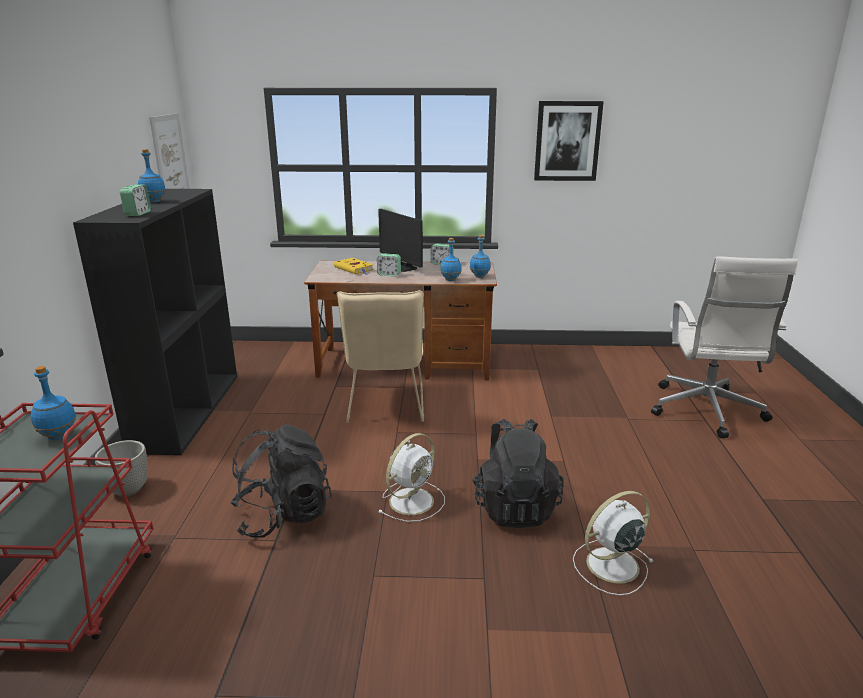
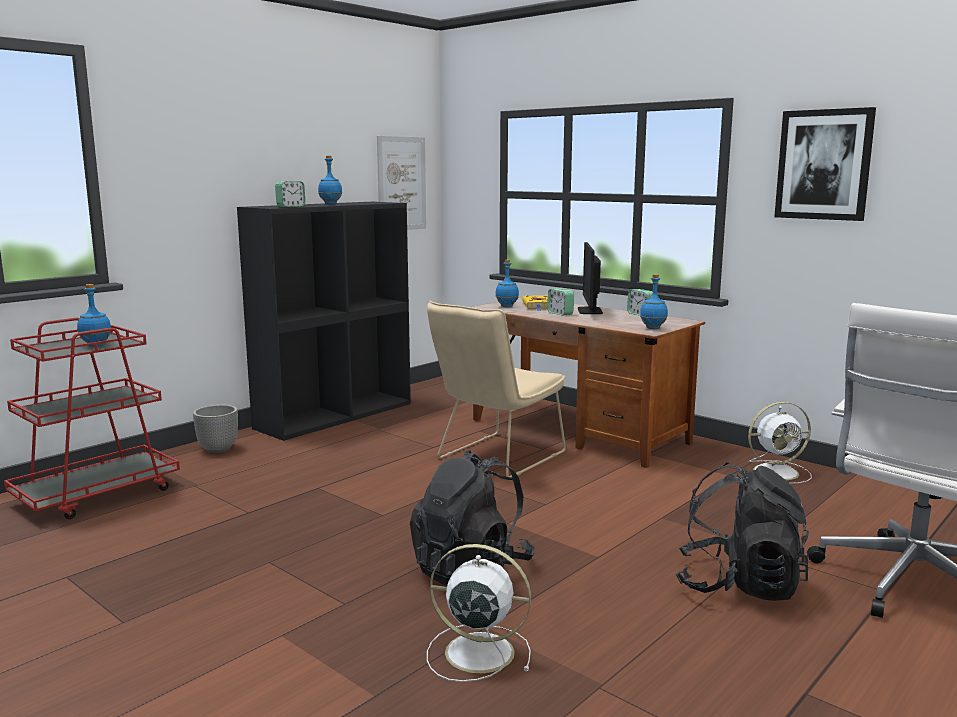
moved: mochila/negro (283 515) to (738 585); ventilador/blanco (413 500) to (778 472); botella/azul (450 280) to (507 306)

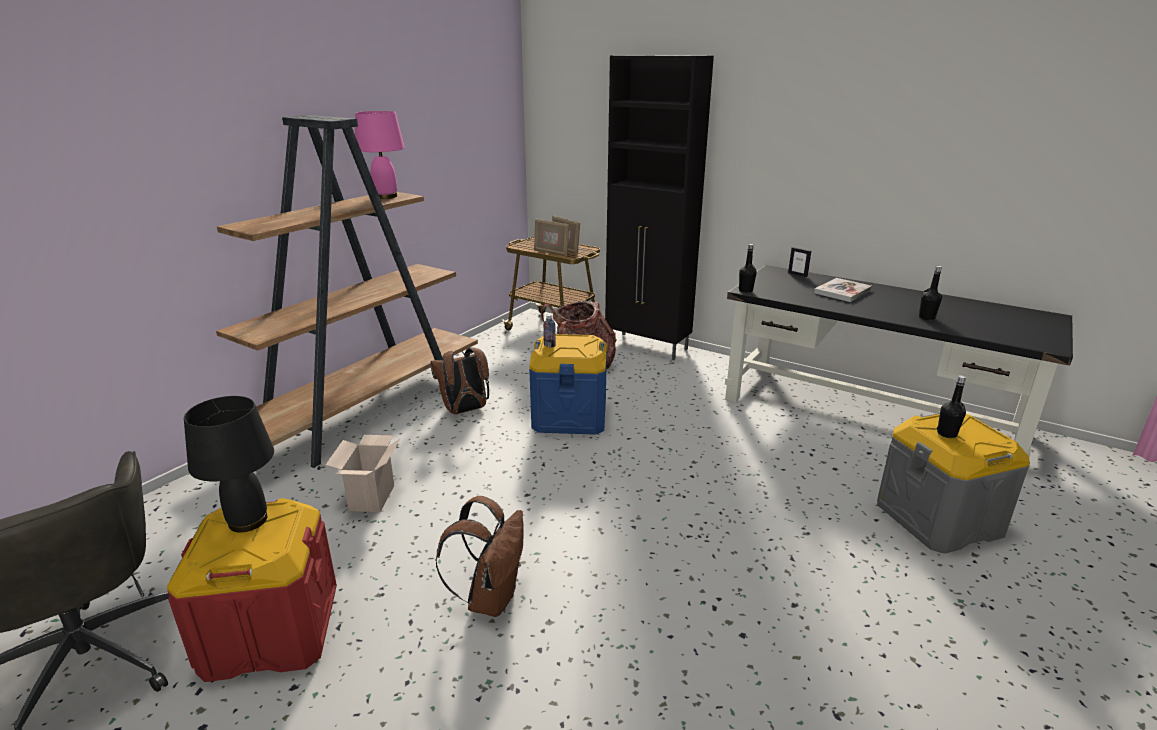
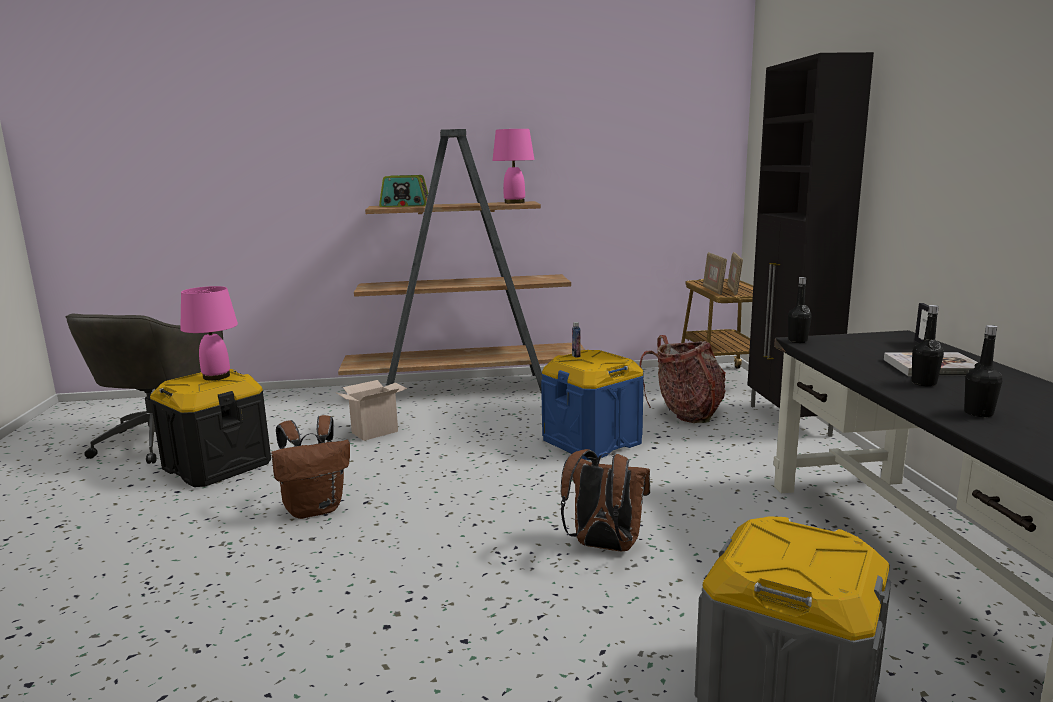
added: radio (405 205)
moved: mochila/marrón (465 410) to (603 546); botella/negro (946 434) to (924 383)
recoloured: caja de almacenaje/rojo (270 631) to caja de almacenaje/negro (217 465); lámpara de mesa/negro (249 520) to lámpara de mesa/rosa (217 376)

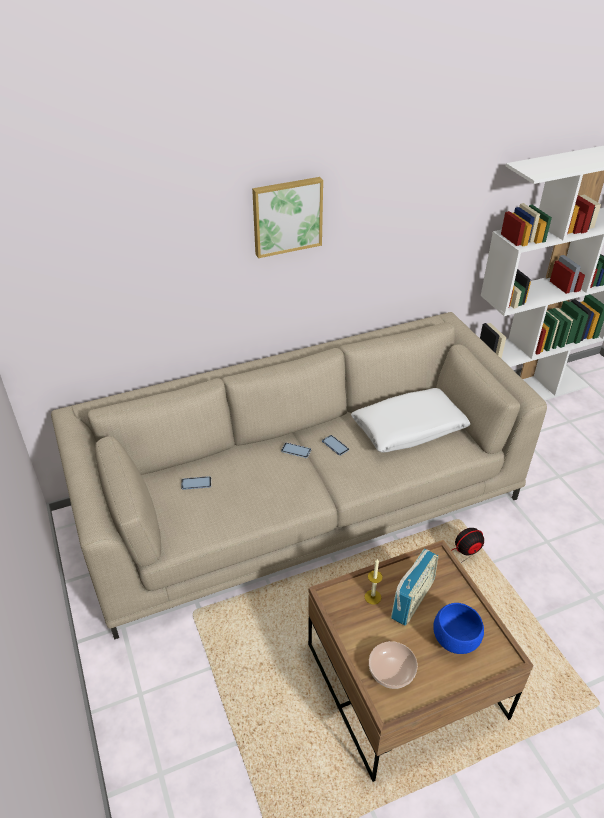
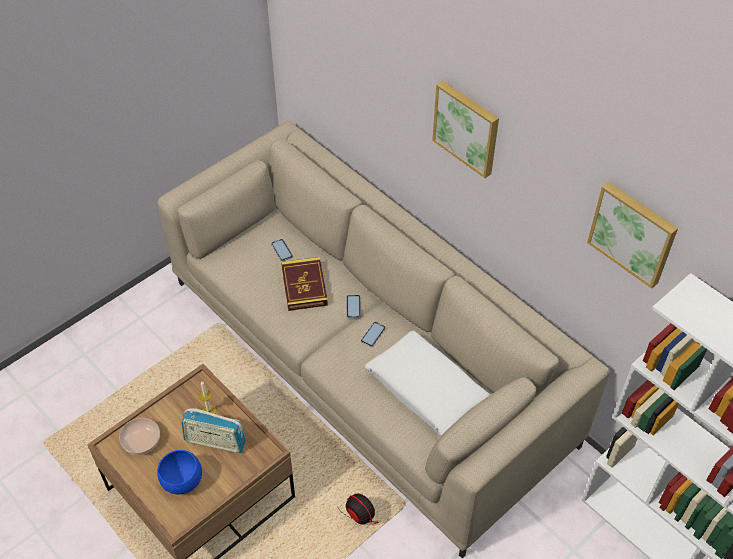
added: libro (304 286); cuadro (633 233)

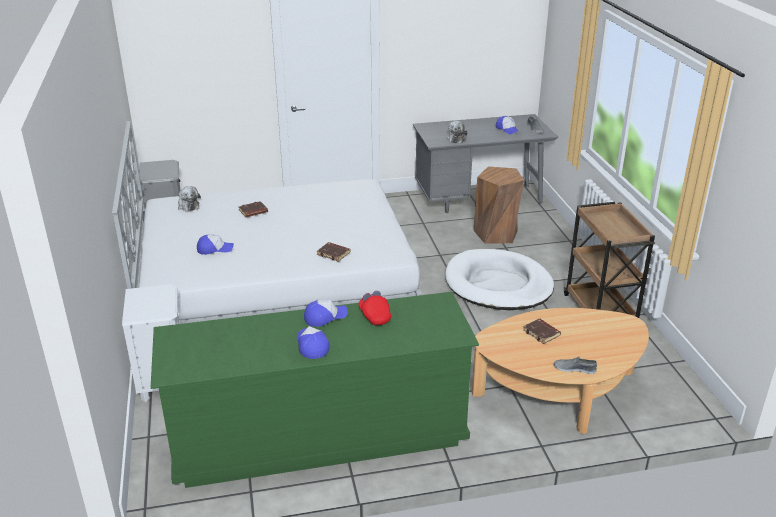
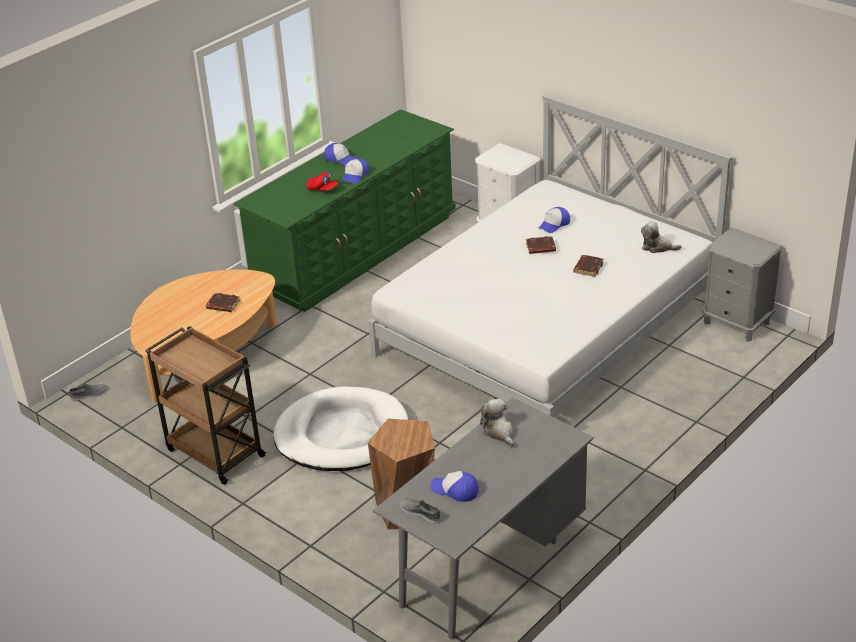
moved: libro/marrón (334 254) to (540 248); zapato/gris (574 368) to (89 394)

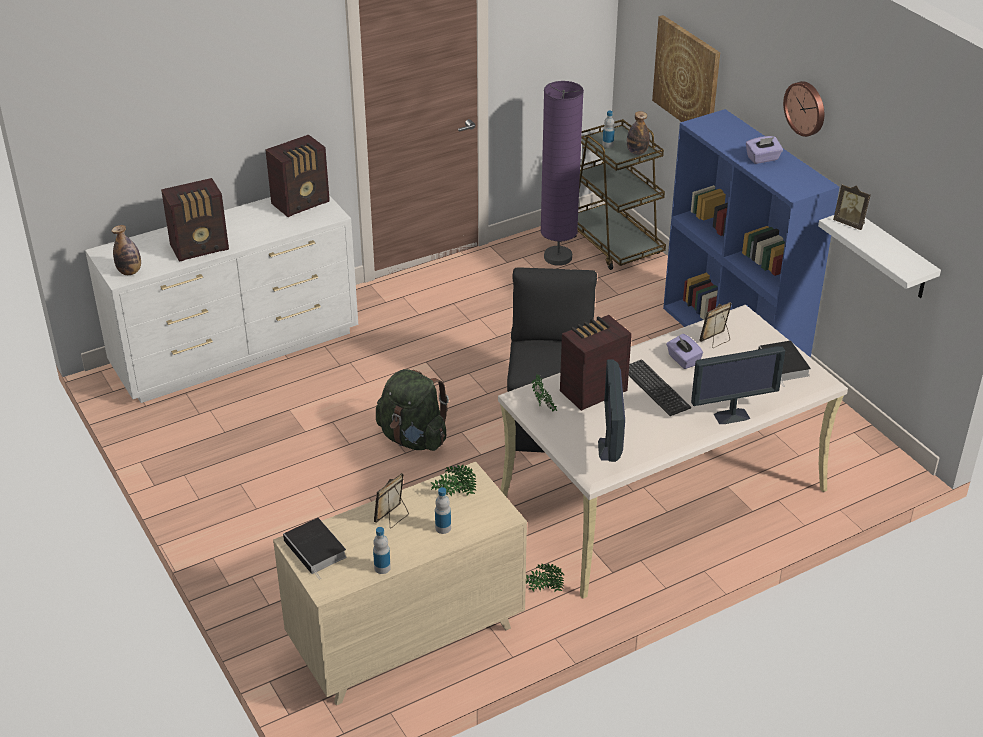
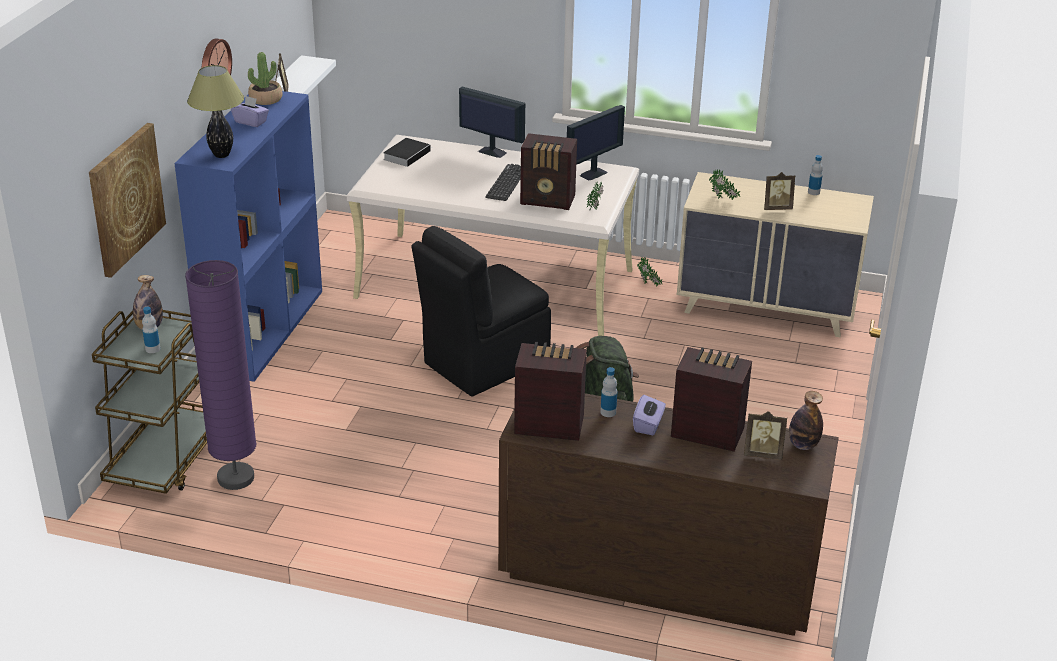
removed: libro (316 550)
added: lámpara de mesa (221 155); planta en maceta (265 99)
moved: botella (443 528) to (608 412); caja de pañuelos/morado (683 360) to (648 425); portarretratos (715 340) to (763 454)
recoloured: cómoda/blanco (237 350) to cómoda/marrón (656 578)

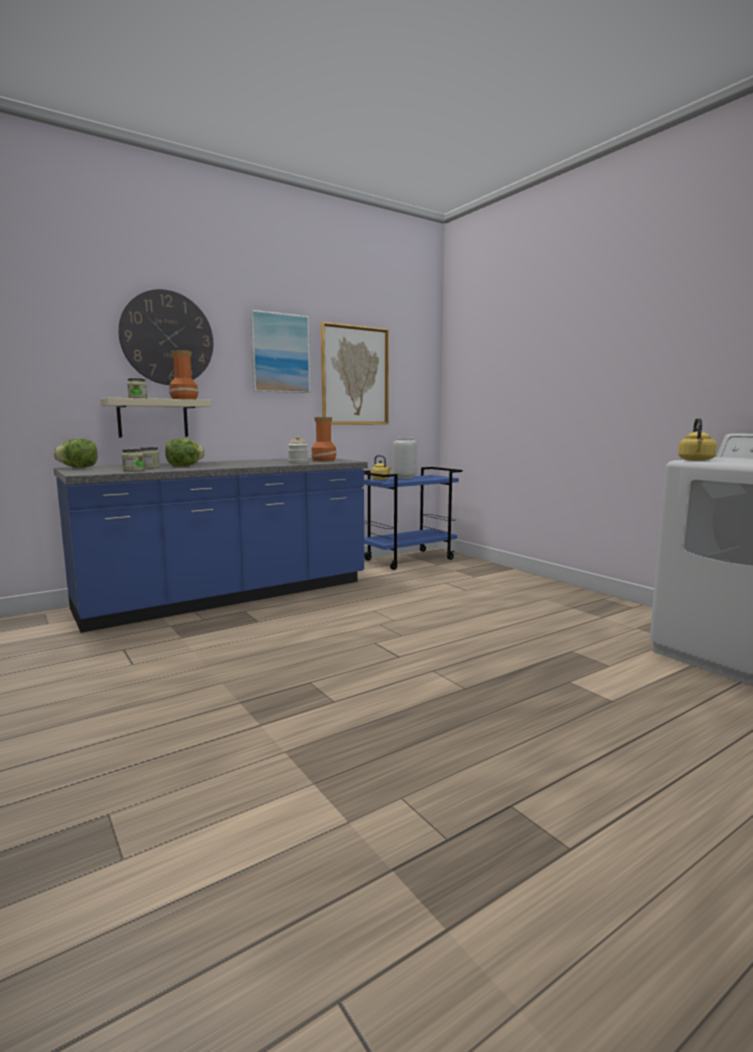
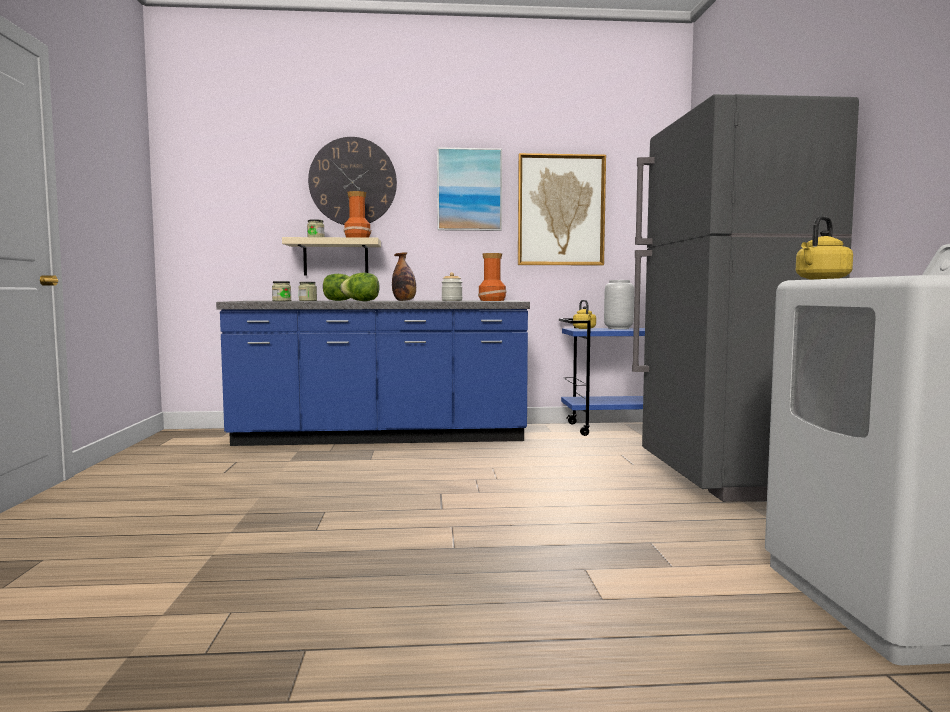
added: botella (404 300); nevera/gris (727 478)
moved: lechuga (79 467) to (361 301)

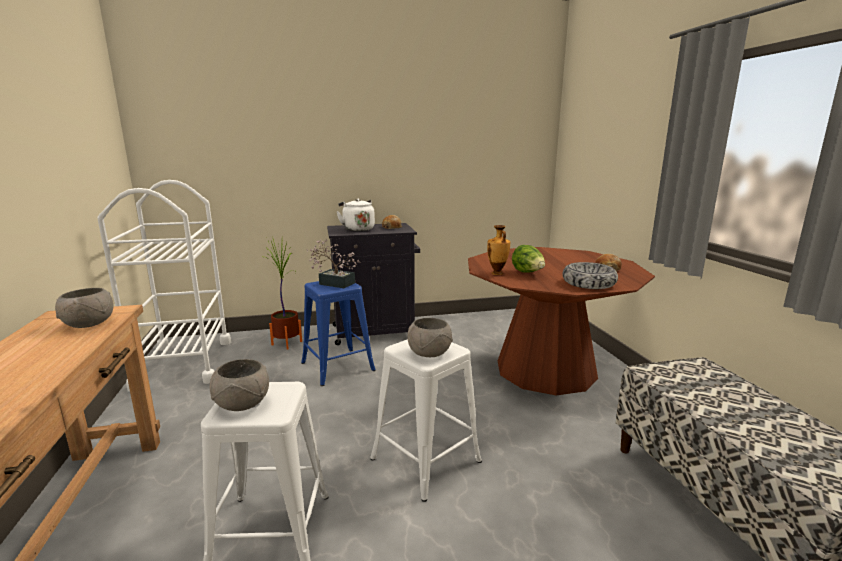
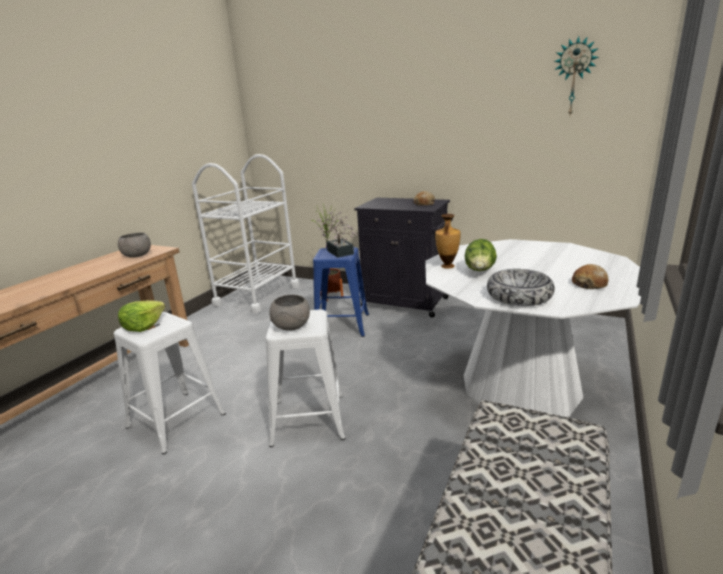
removed: hervidor/blanco (357 229)
added: reloj de pared (574 77)
replaced: cuenco/gris (242 405) to lechuga (143 326)
recoloured: mesa de comedor/marrón (545 369) to mesa de comedor/blanco (520 386)

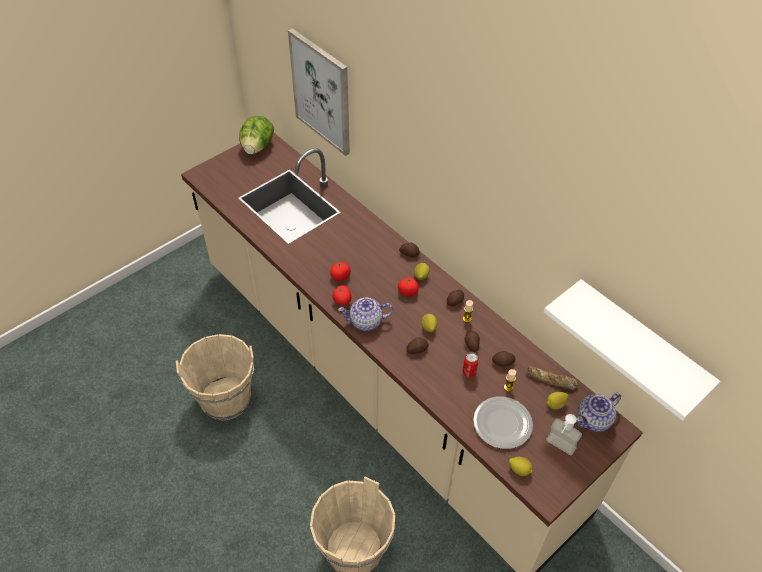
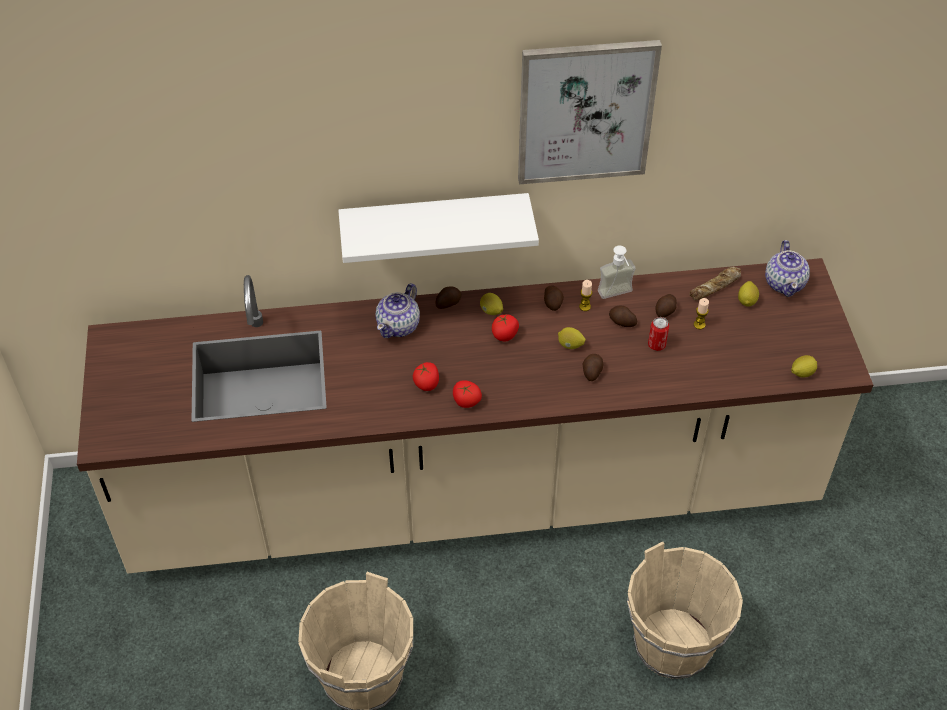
removed: lechuga (257 147); plato (501 424)
moved: cuadro (322 92) to (585 112); tetera (366 322) to (399 325); estante/blanco (639 345) to (434 226); dispensador de jabón (558 449) to (617 296)

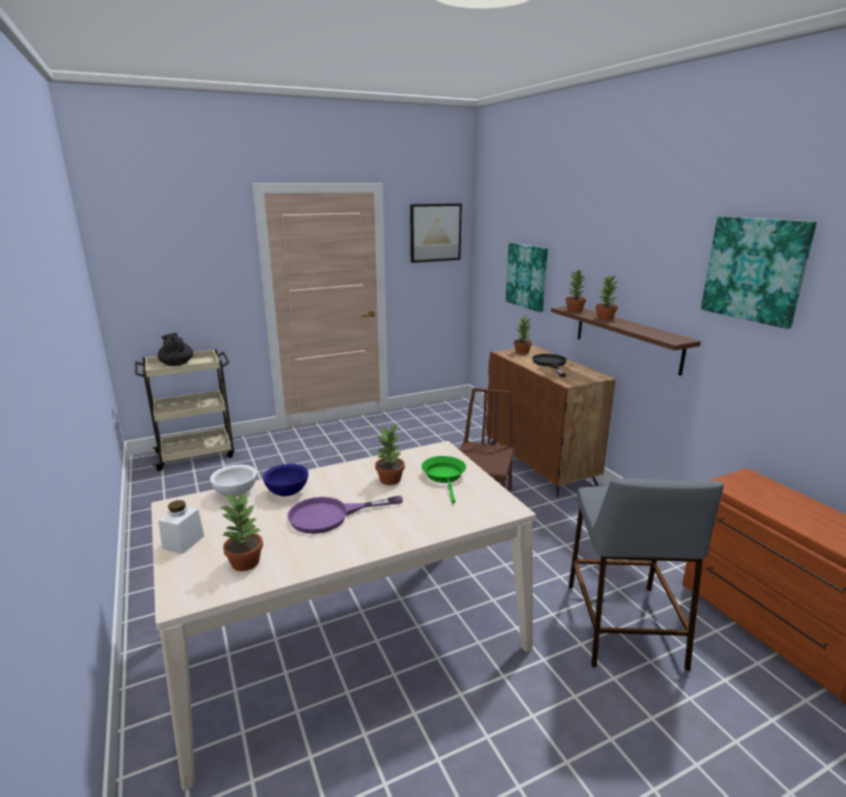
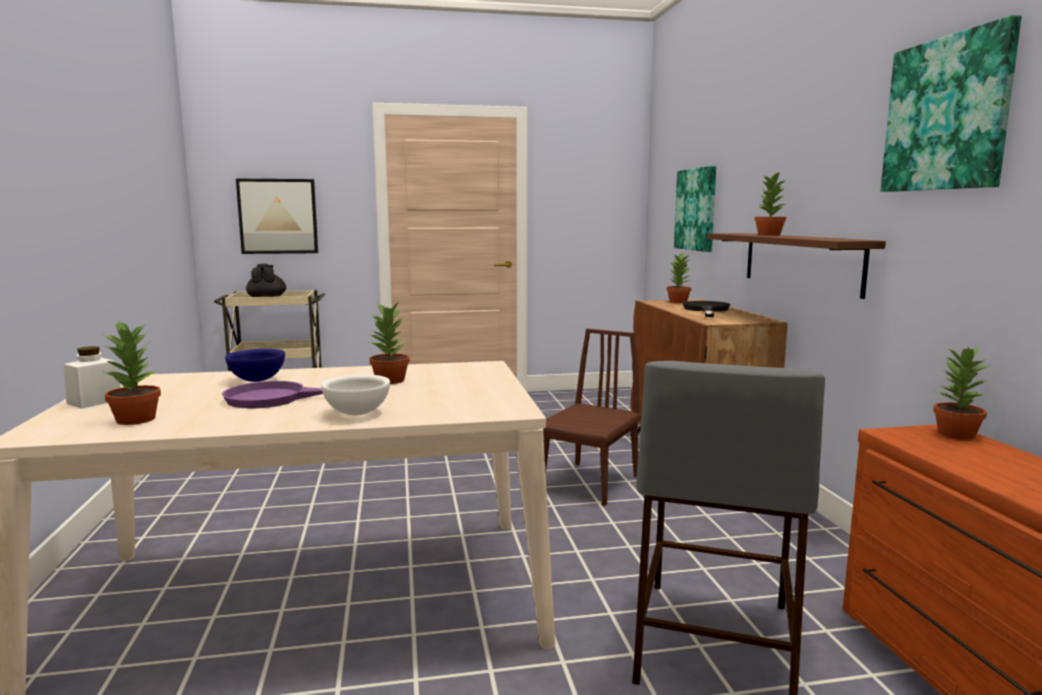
removed: sartén/verde (444 477)
moved: cuenco/blanco (235 493) to (356 413); cuadro (435 232) to (278 216); planta en maceta (574 310) to (955 434)

